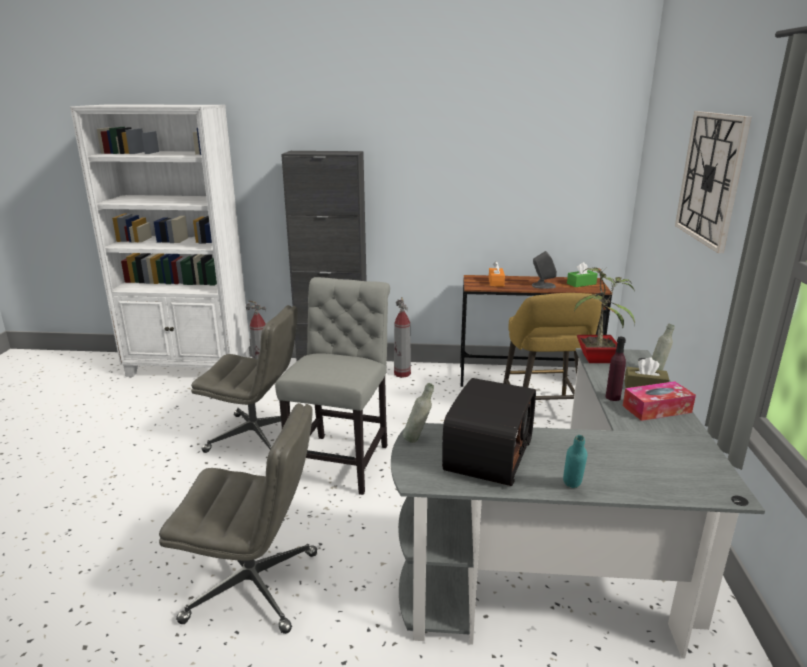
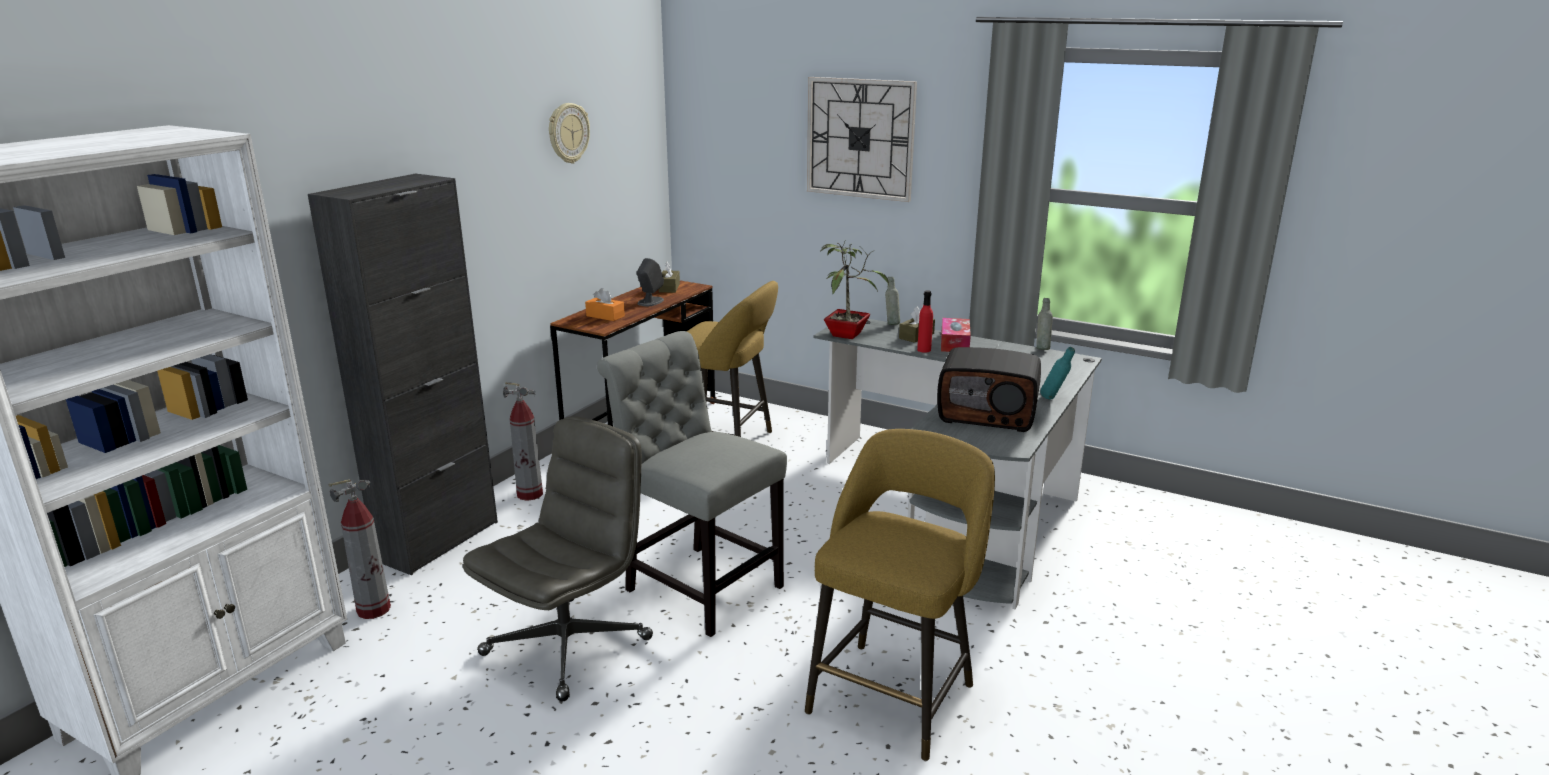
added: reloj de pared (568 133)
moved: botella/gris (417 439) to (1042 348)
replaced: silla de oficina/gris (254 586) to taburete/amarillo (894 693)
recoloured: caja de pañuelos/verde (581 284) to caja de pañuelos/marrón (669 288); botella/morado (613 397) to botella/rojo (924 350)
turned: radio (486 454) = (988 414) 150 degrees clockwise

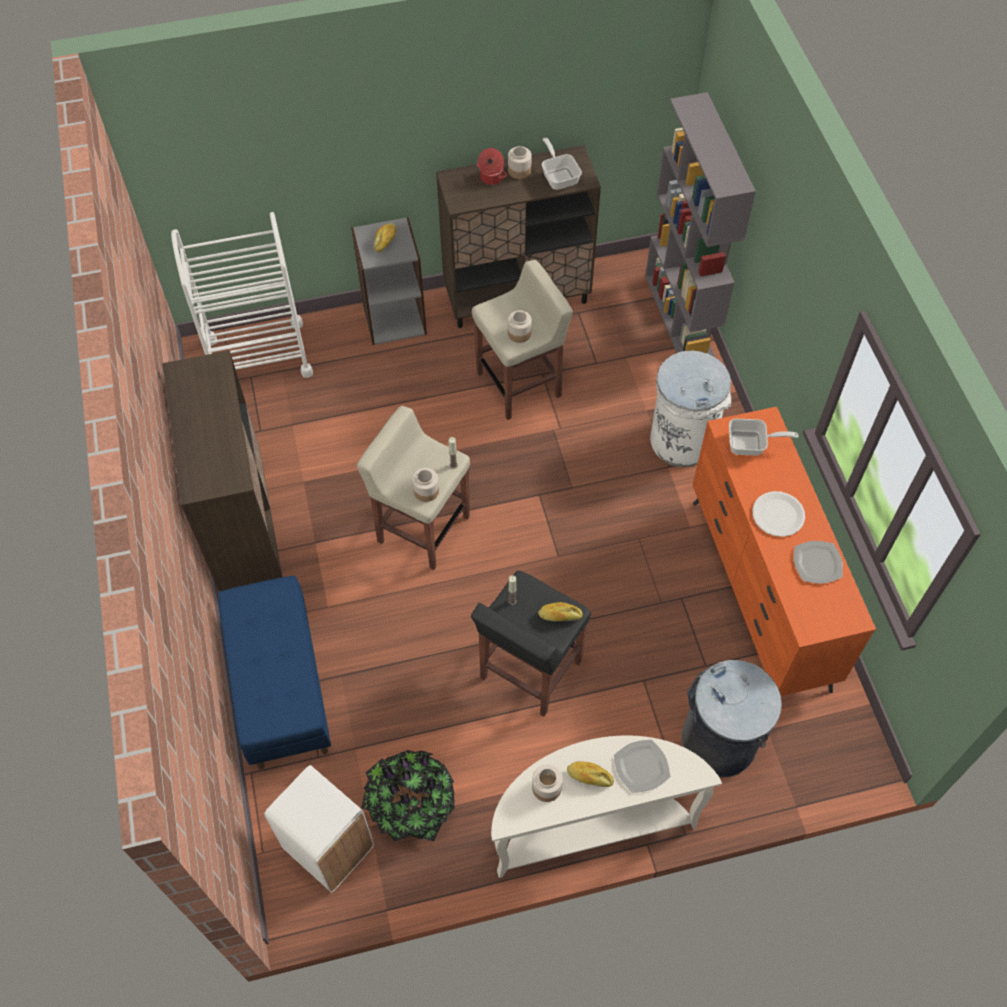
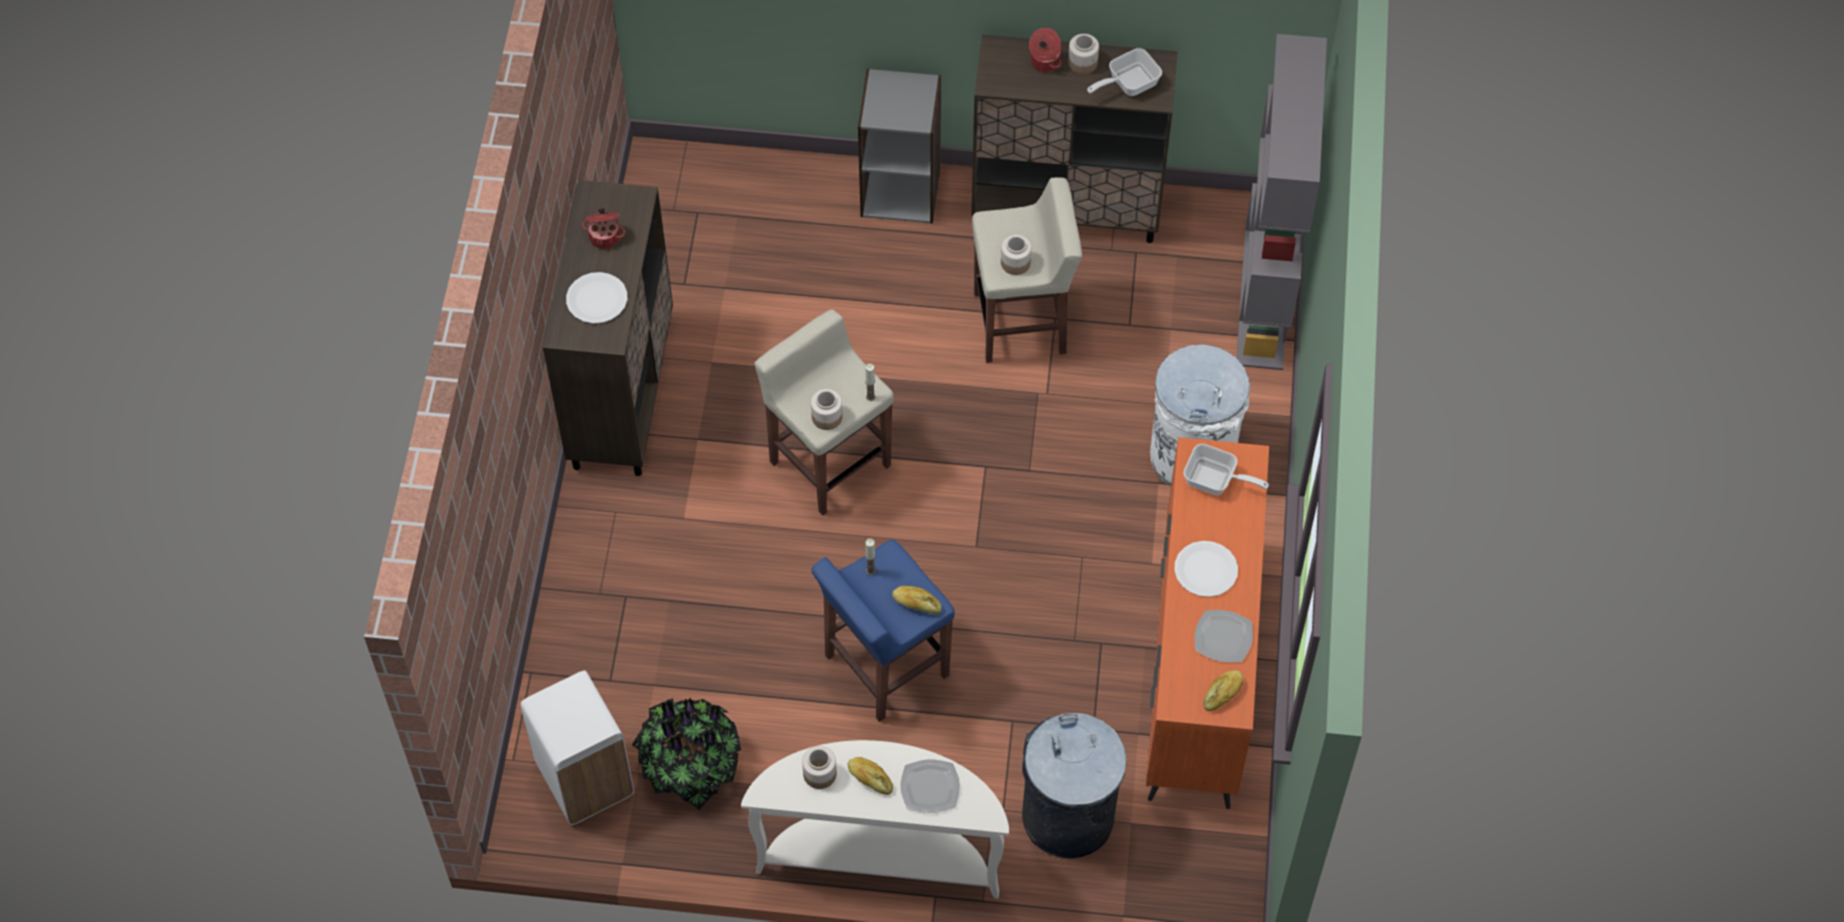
removed: carrito/blanco (259 357); banco/azul (280 687)
added: plato/blanco (597 299); olla (605 236)
moved: pan (385 241) to (1223 693)
recoloured: taburete/negro (529 671) to taburete/azul (884 667)
turned: sartén (559 176) = (1128 84) 120 degrees counterclockwise

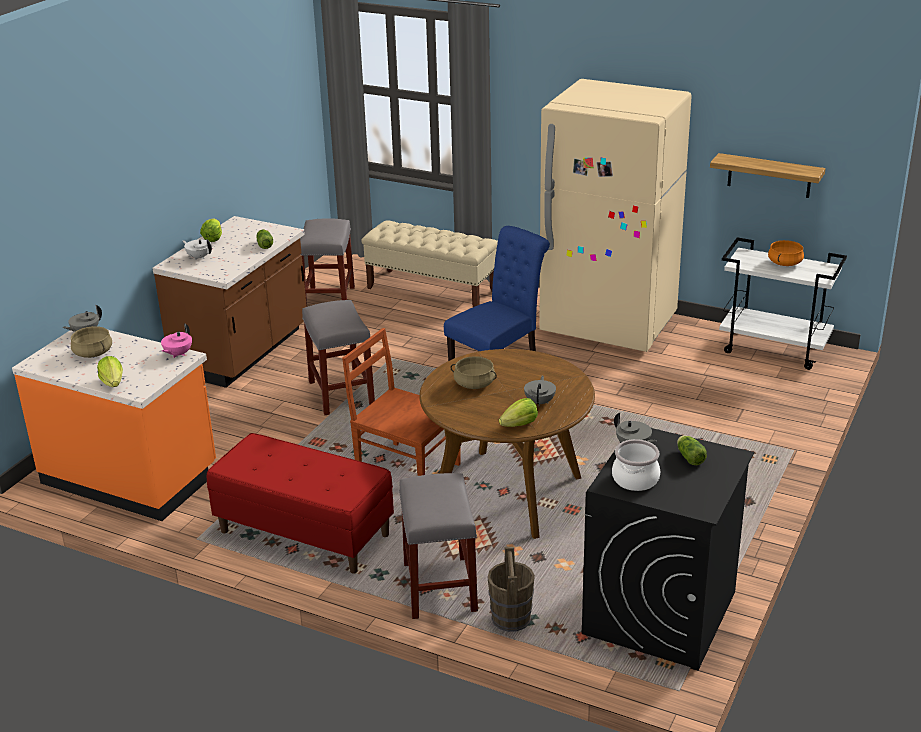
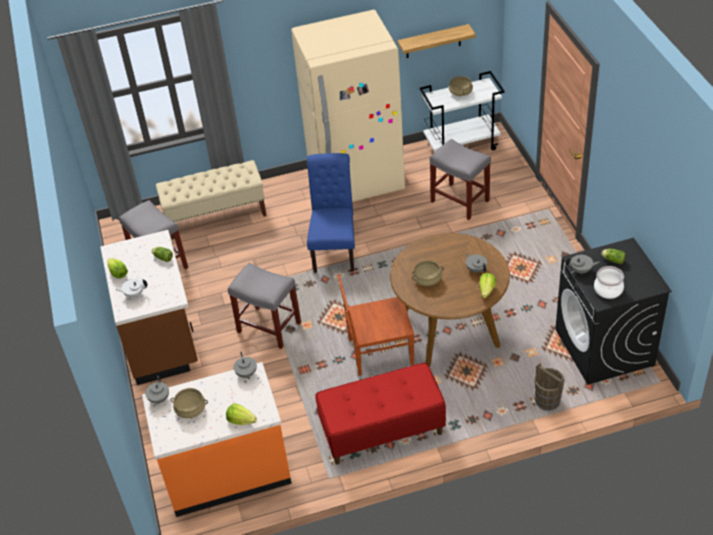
moved: taburete/gris (440 588) to (460 201)
recoloured: tetera/rosa (178 354) to tetera/gris (246 374); olla/naranja (785 263) to olla/beis (460 92)

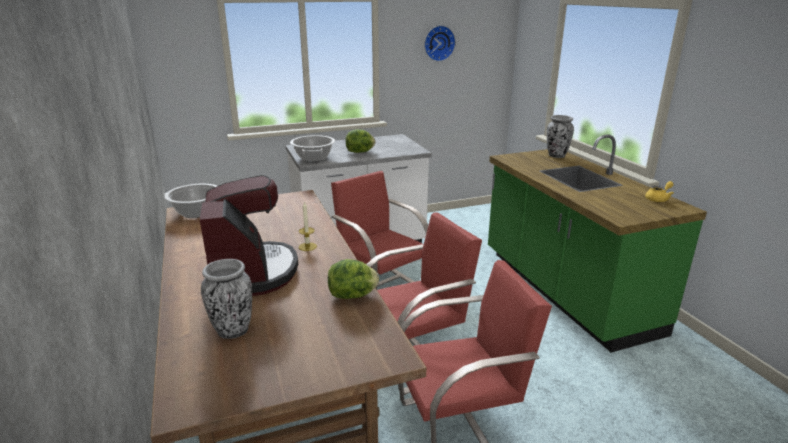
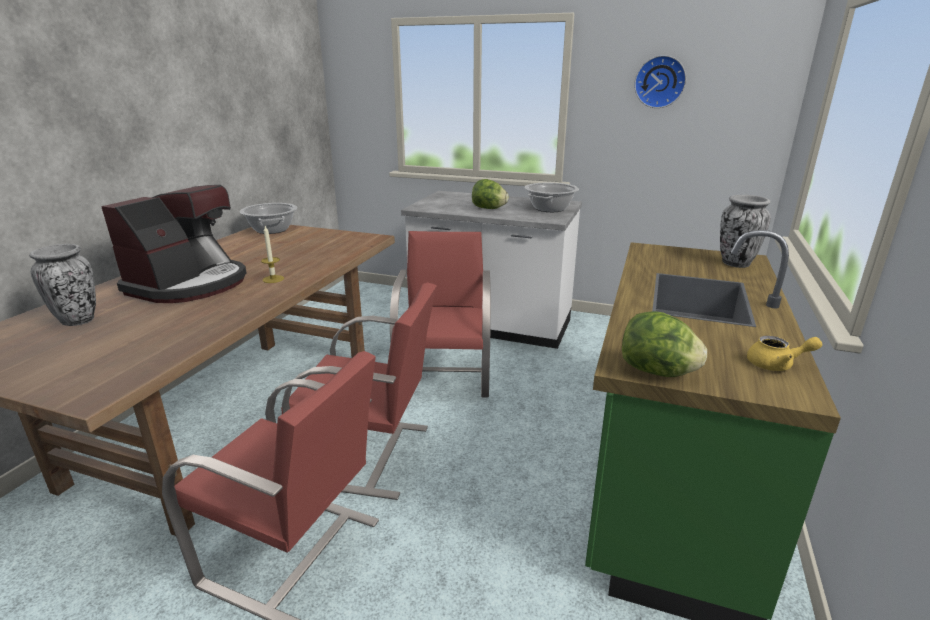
moved: olla (313 158) to (550 209); lechuga (353 296) to (657 372)

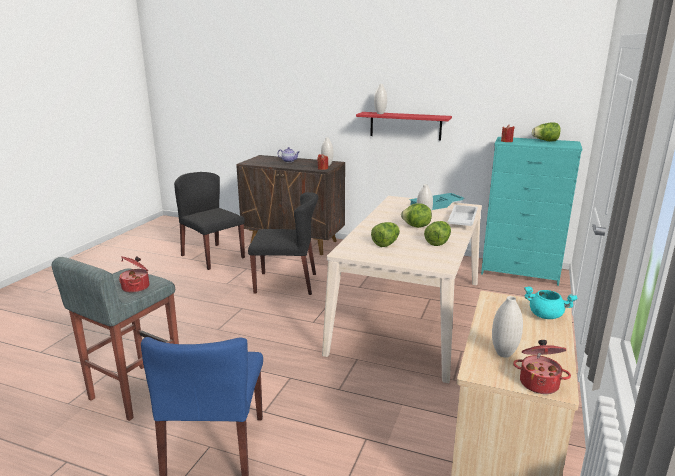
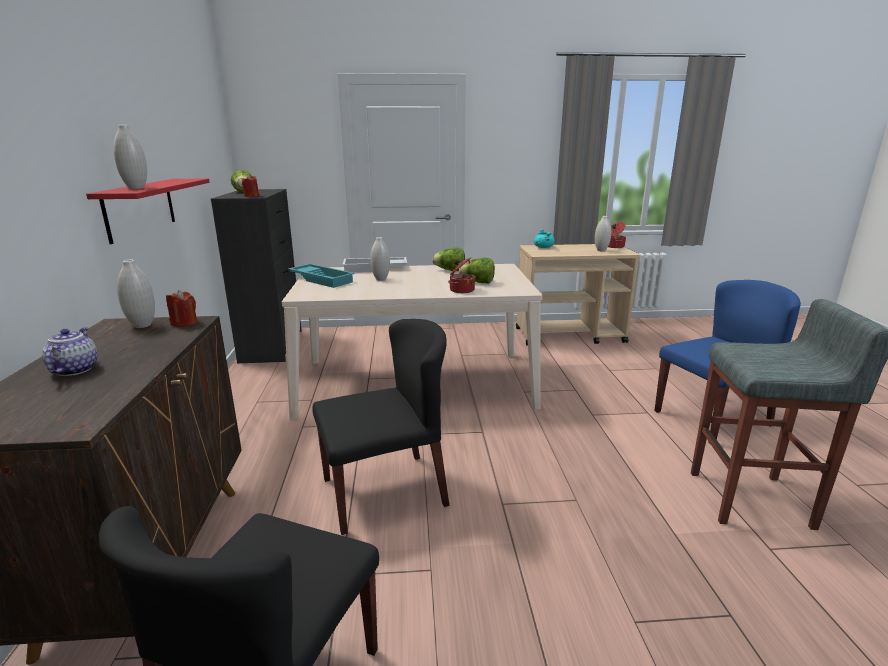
removed: lechuga (416 227)
moved: olla (136 287) to (461 290)
recoloured: cómoda/turquesa (520 272) to cómoda/negro (272 345)
turned: silla/negro (286 283) = (385 491) 90 degrees clockwise

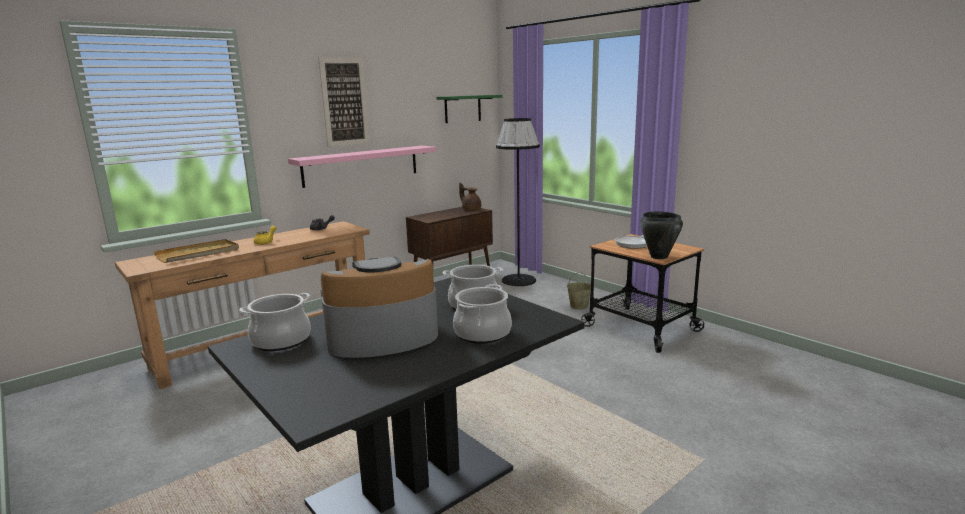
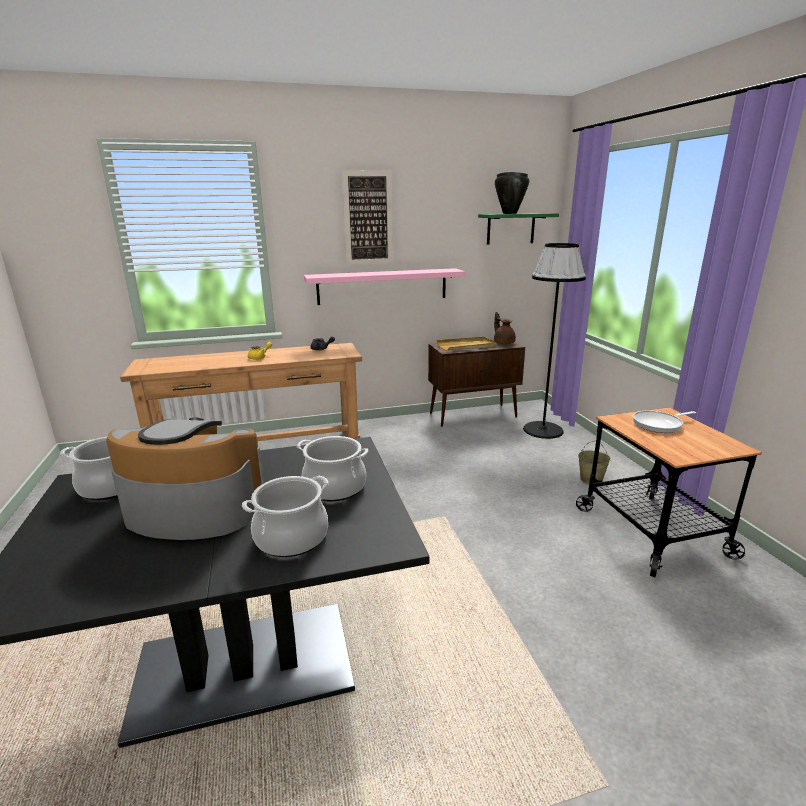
moved: bandeja/beis (198 253) to (466 346); olla/negro (658 257) to (509 213)

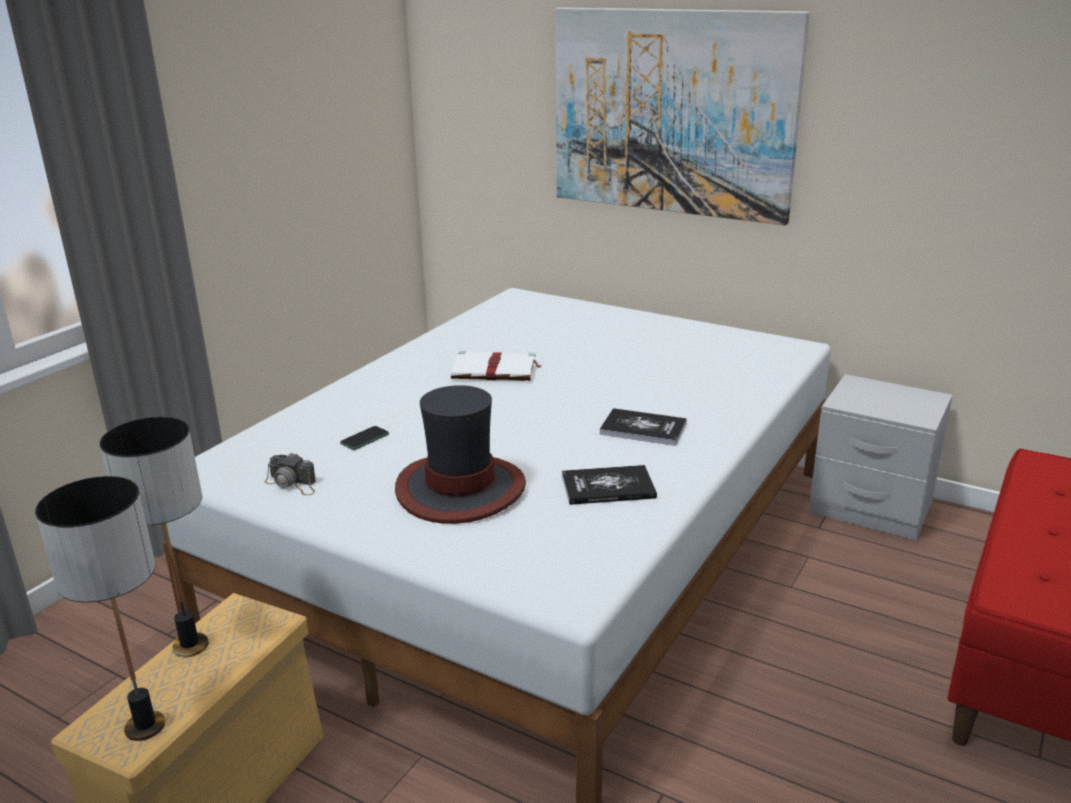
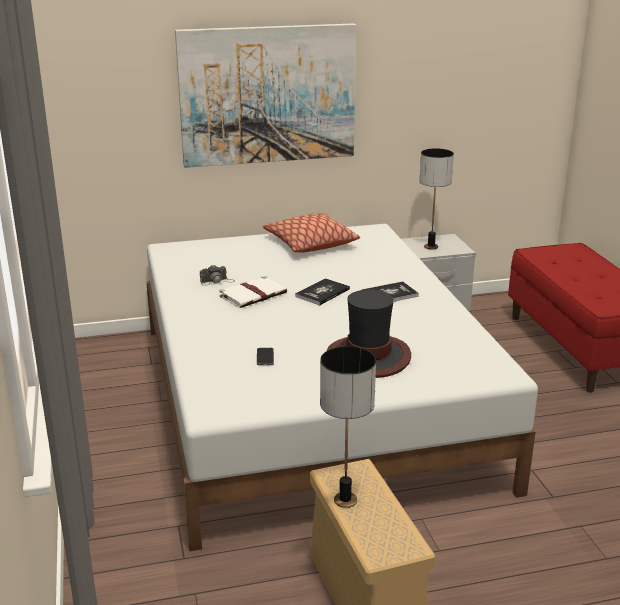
added: cojín (310 243)
moved: lámpara de mesa (145 727) to (431 247); cámara (292 484) to (217 281); libro (608 487) to (322 293)

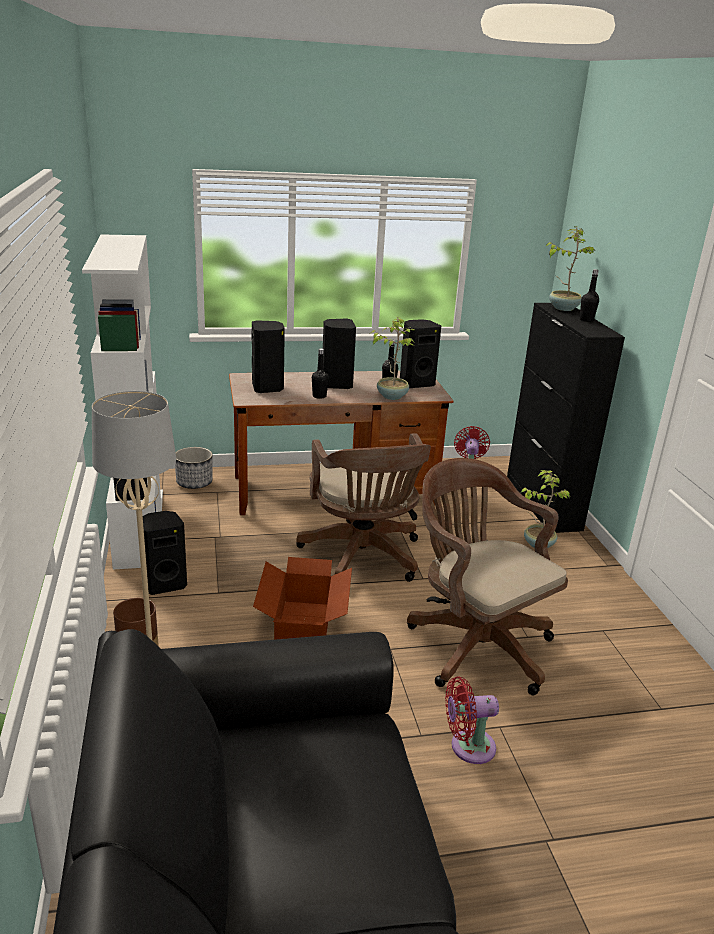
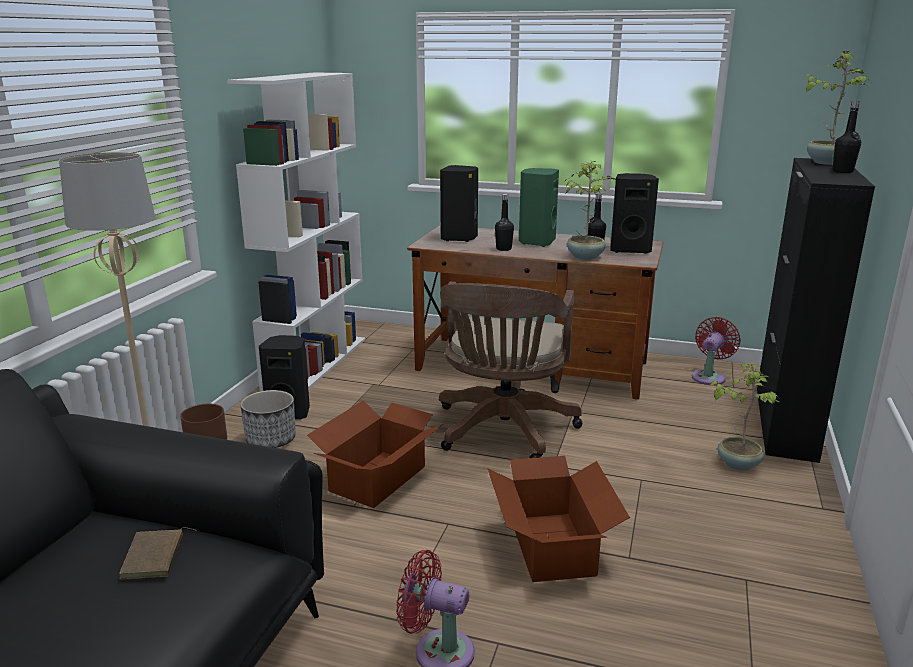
added: libro/marrón (155 558)
moved: maceta (194 483) to (270 440)
replaced: silla de oficina/marrón (475 643) to caja de cartón (552 545)
recoloured: altavoz/negro (336 384) to altavoz/verde (536 242)

